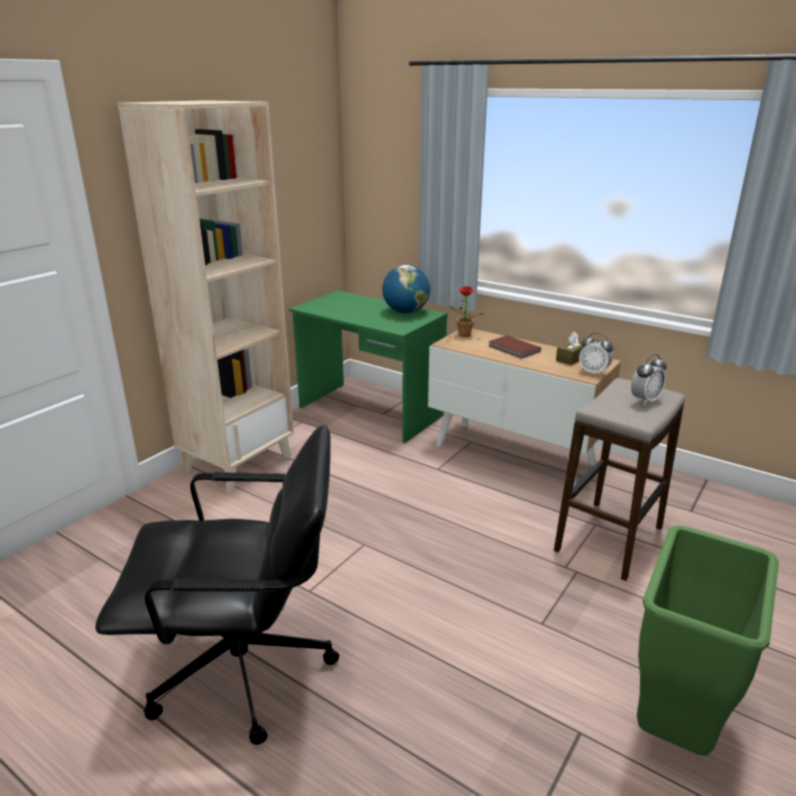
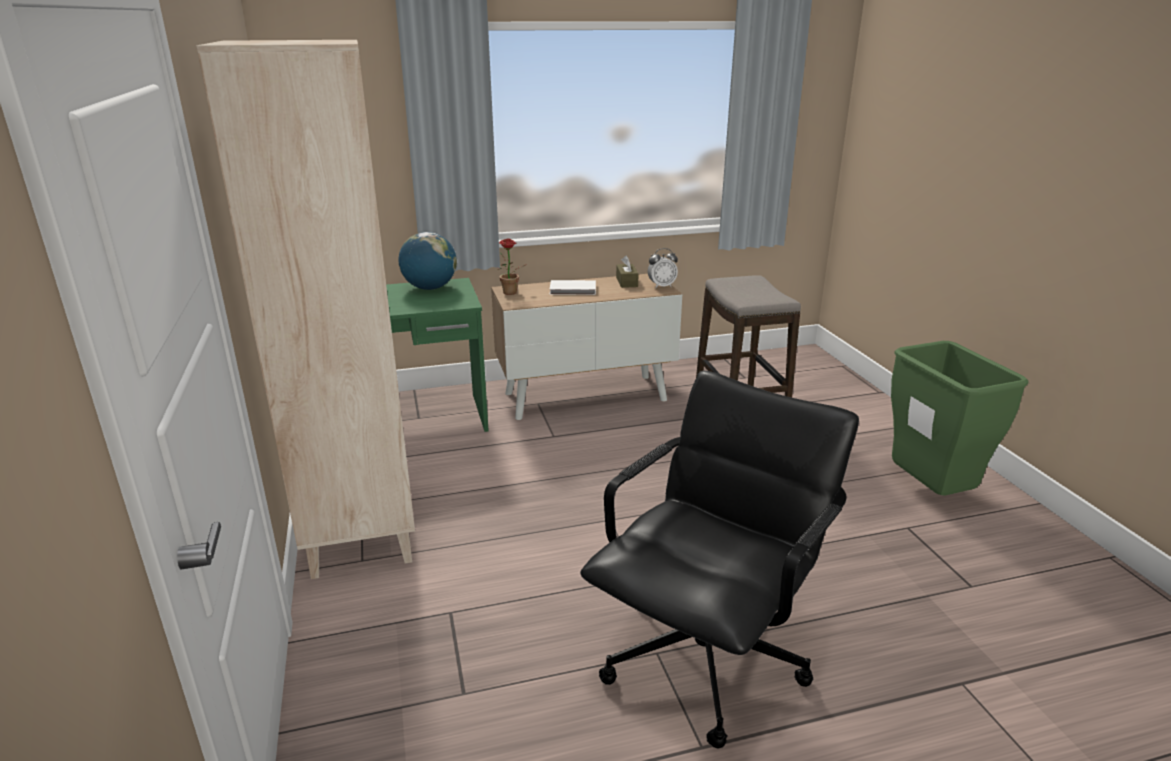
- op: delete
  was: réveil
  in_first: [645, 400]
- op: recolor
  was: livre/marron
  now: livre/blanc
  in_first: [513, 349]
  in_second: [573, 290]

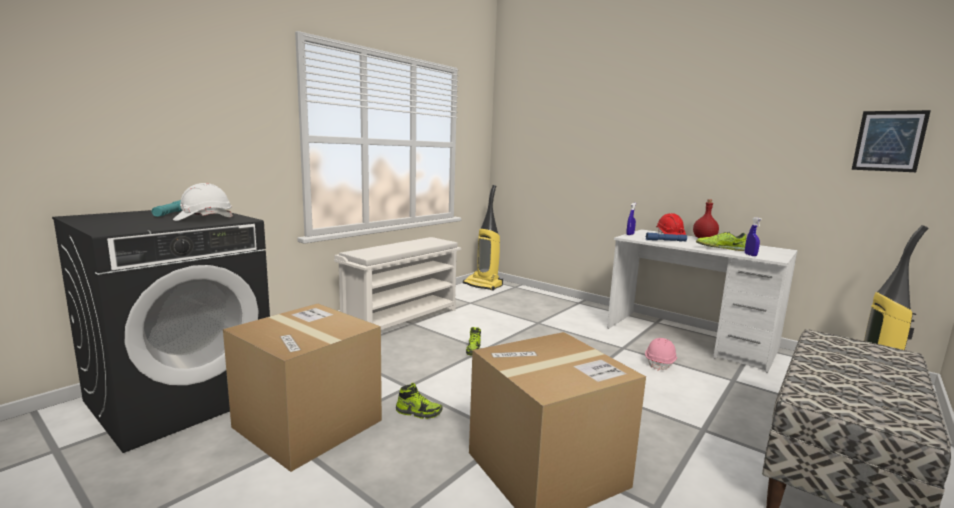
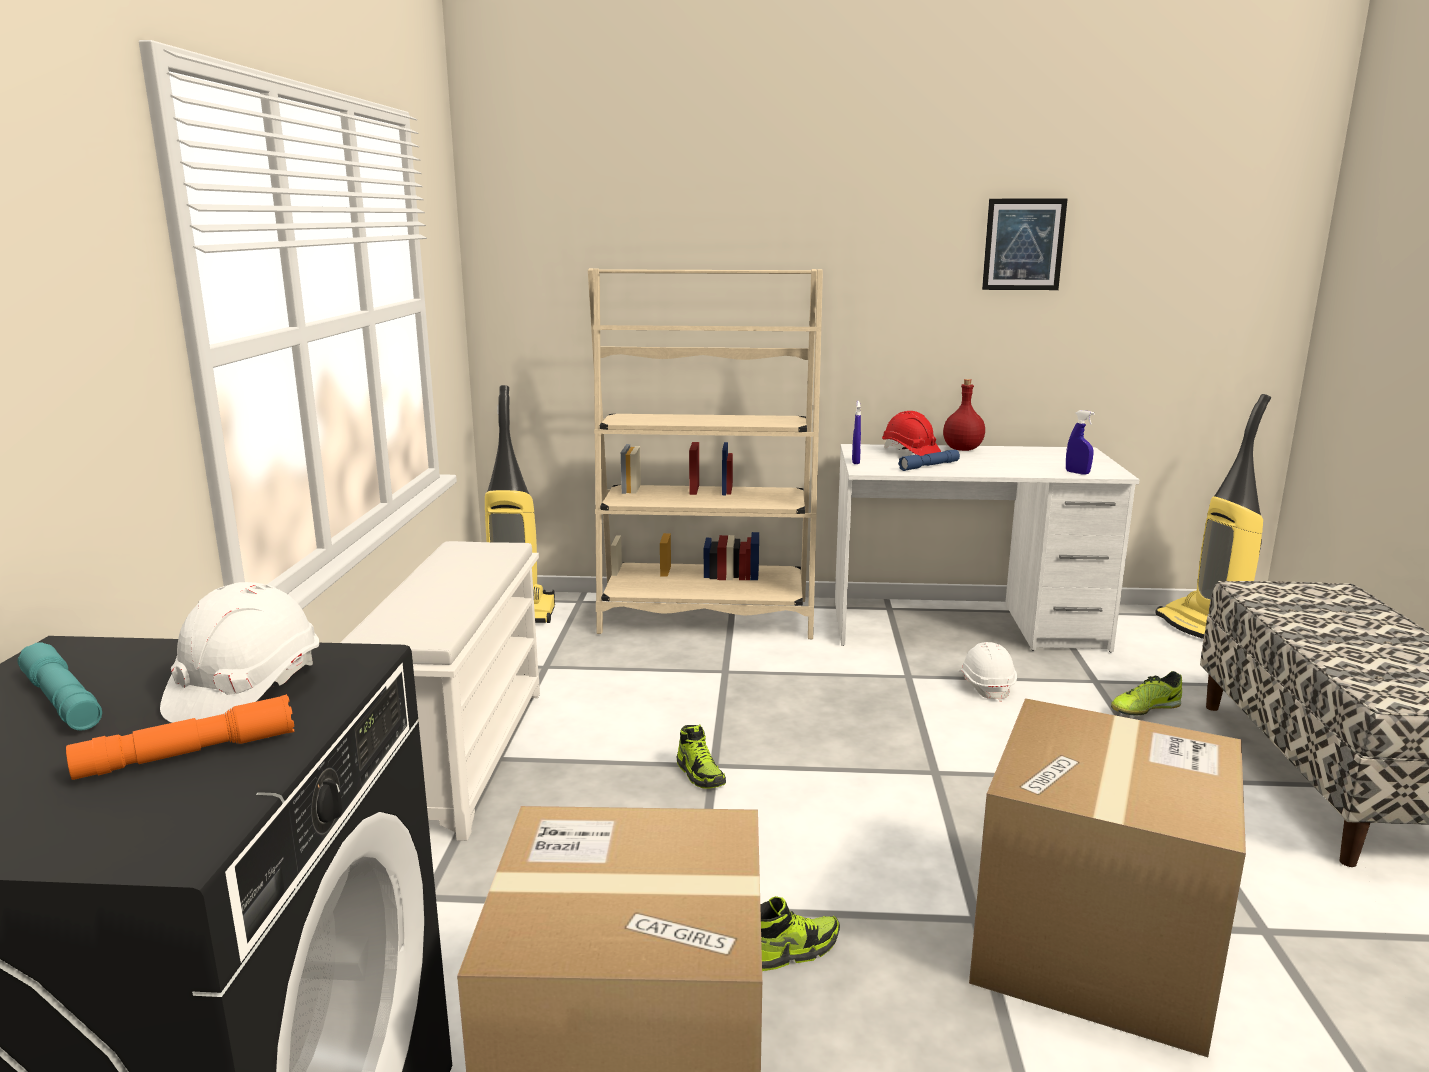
- op: insert
  now: lampe de poche/orange
  in_second: [188, 754]
- op: insert
  now: bibliothèque/beige
  in_second: [705, 616]
- op: move
  was: chaussure
  in_first: [720, 248]
  in_second: [1144, 709]
- op: move
  was: tableau
  in_first: [889, 141]
  in_second: [1023, 244]
- op: recolor
  was: casque de chantier/rose
  now: casque de chantier/blanc
  in_first: [660, 363]
  in_second: [986, 685]

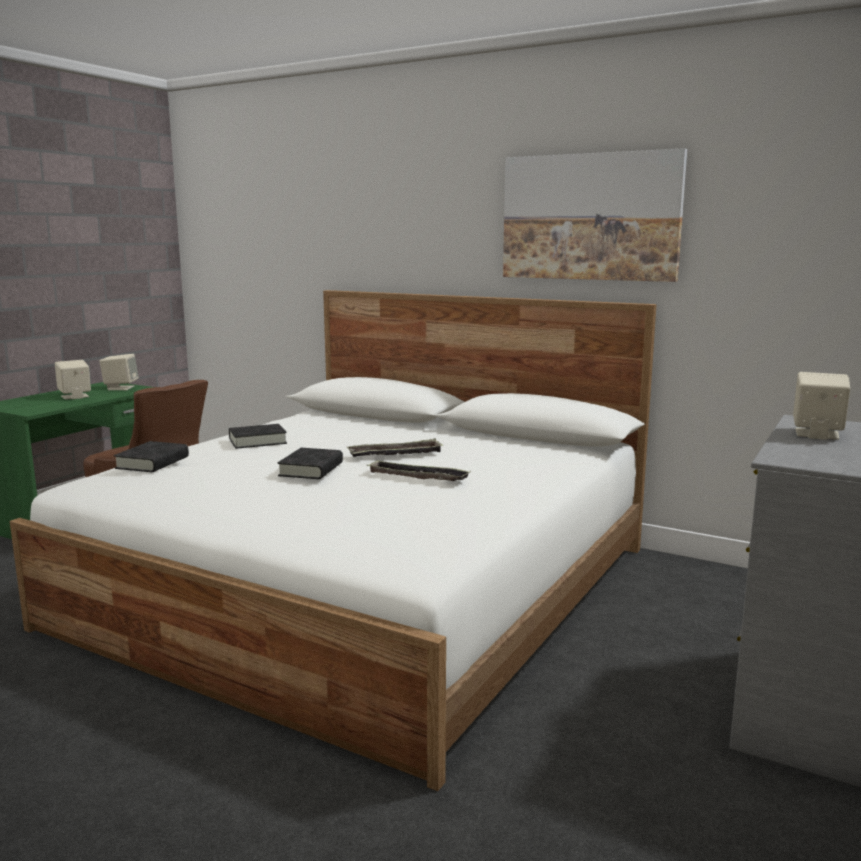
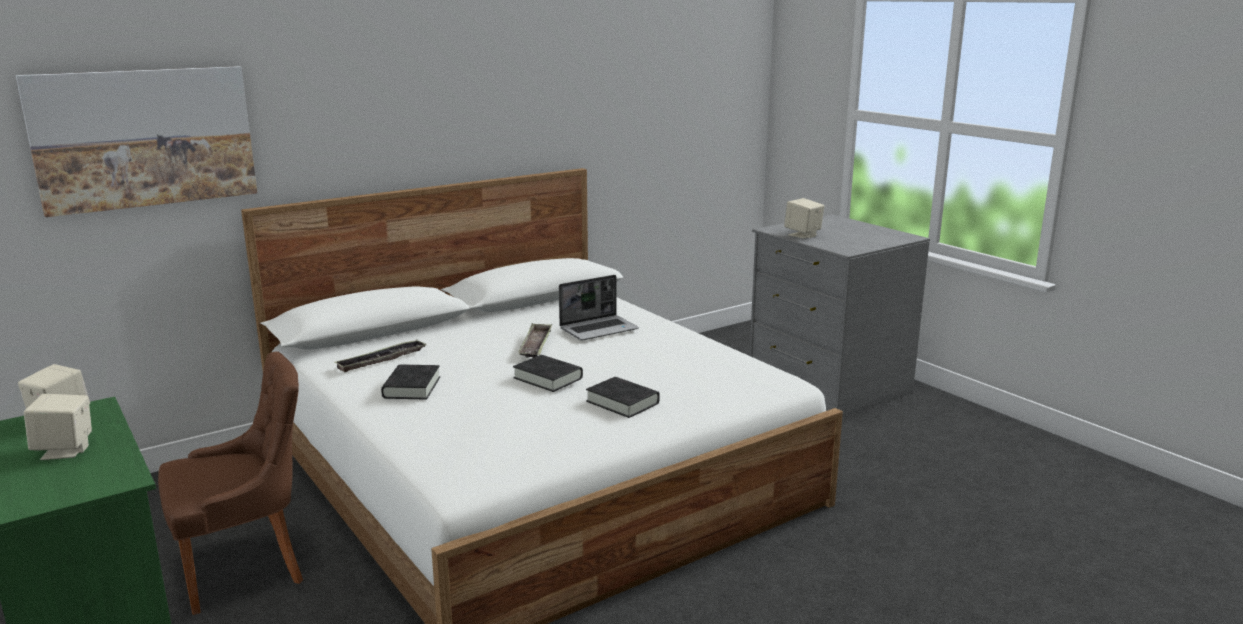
- op: insert
  now: ordinateur portable
  in_second: [599, 329]
- op: move
  was: livre/noir
  in_first: [152, 463]
  in_second: [622, 402]
- op: move
  was: plateau
  in_first: [417, 476]
  in_second: [381, 360]
- op: move
  was: tableau
  in_first: [590, 217]
  in_second: [144, 138]

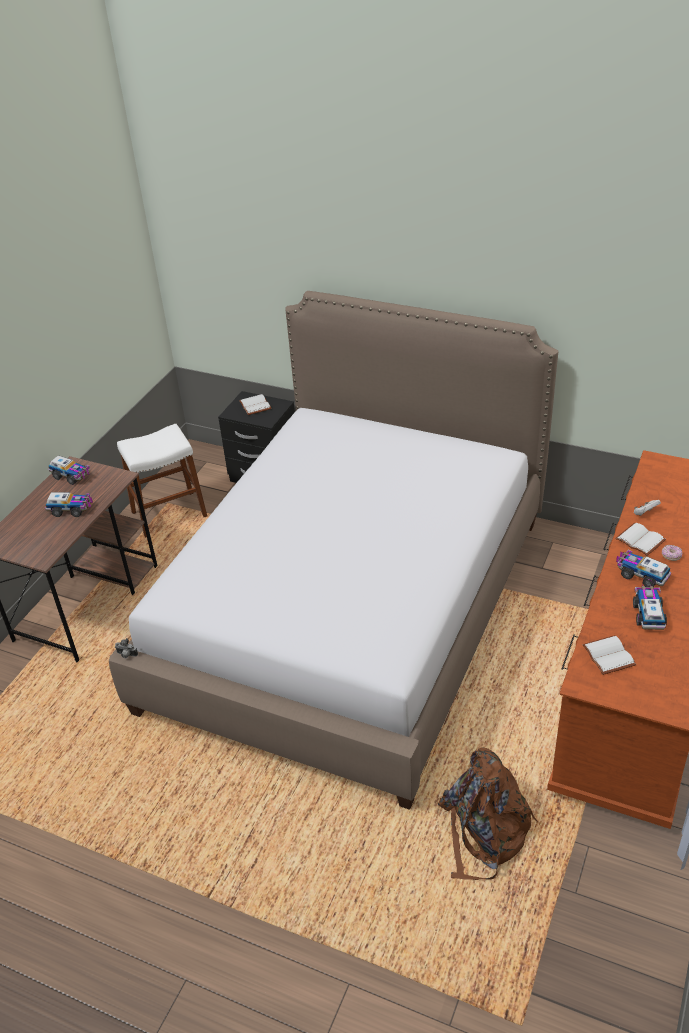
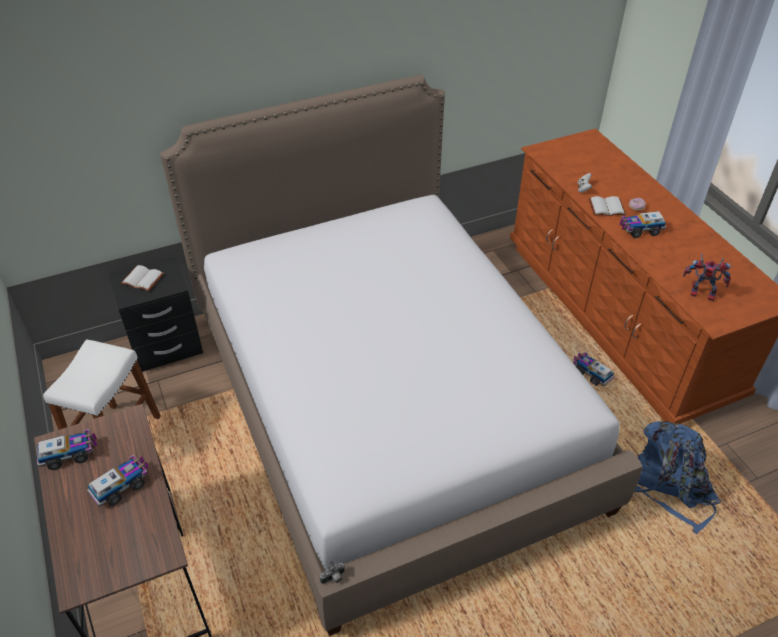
- op: move
  was: camion jouet
  in_first: [648, 614]
  in_second: [591, 373]
- op: replace
  was: livre/blanc
  now: robot jouet
  in_first: [607, 655]
  in_second: [700, 294]
- op: recolor
  was: sac à dos/marron
  now: sac à dos/bleu
  in_first: [483, 831]
  in_second: [670, 487]

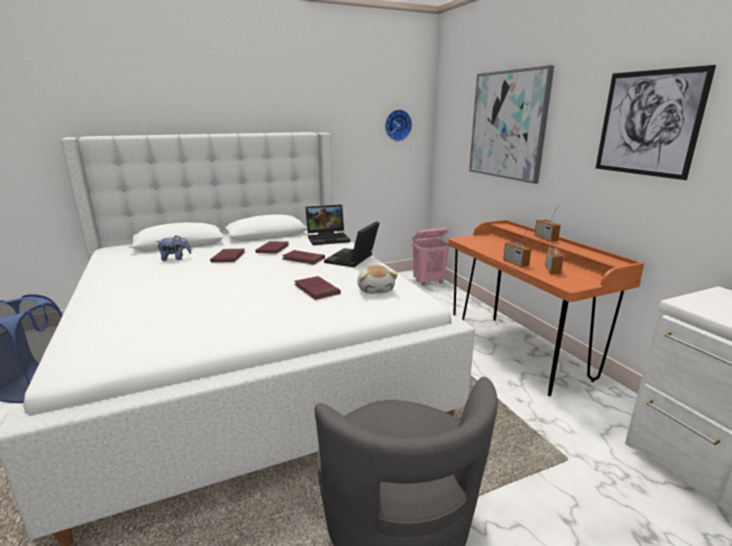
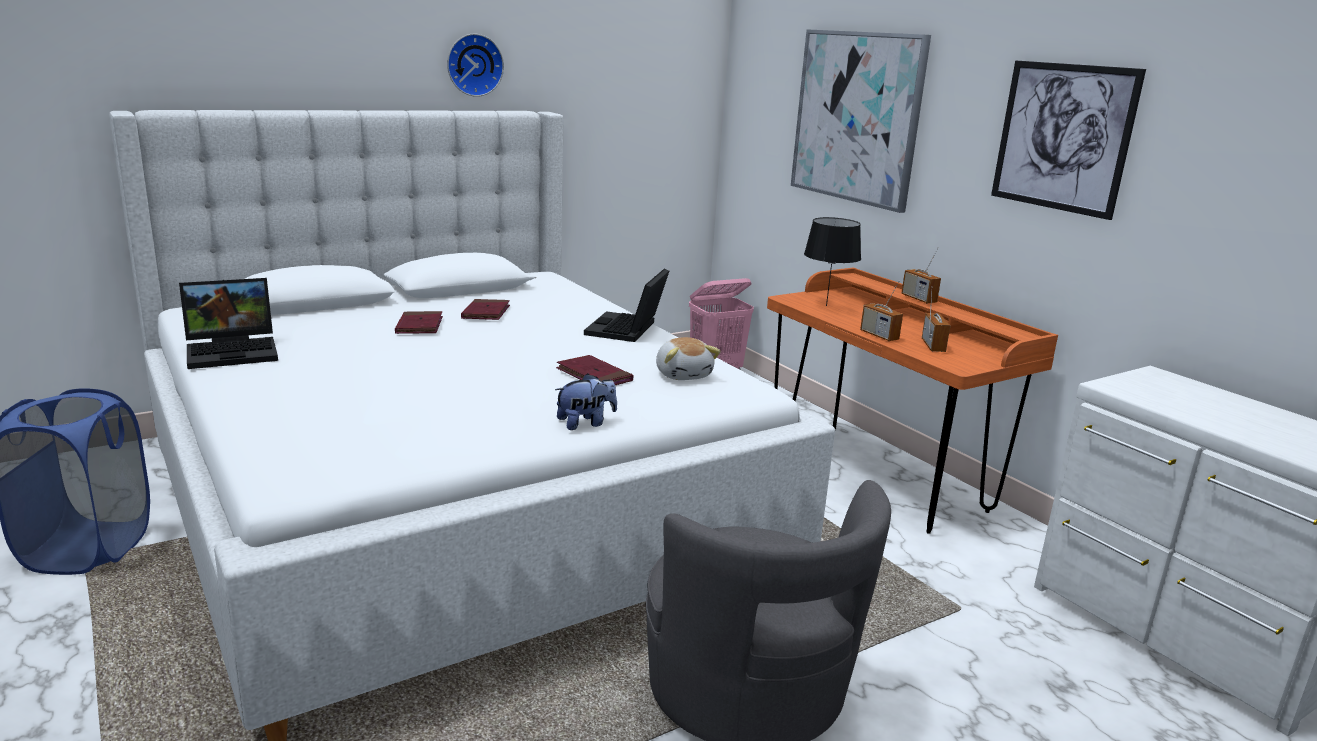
- op: delete
  was: livre/rouge
  in_first: [303, 259]
- op: insert
  now: lampe de table/noir
  in_second: [825, 305]
- op: move
  was: peluche
  in_first: [175, 258]
  in_second: [585, 423]
- op: move
  was: ordinateur portable
  in_first: [329, 238]
  in_second: [234, 351]
- op: move
  was: horloge murale
  in_first: [397, 125]
  in_second: [473, 65]

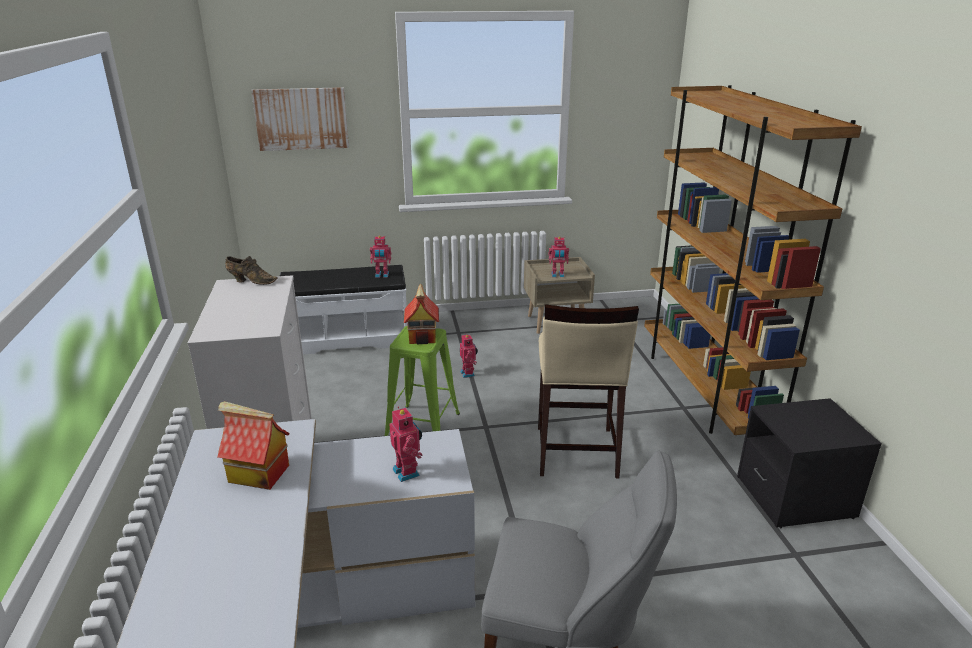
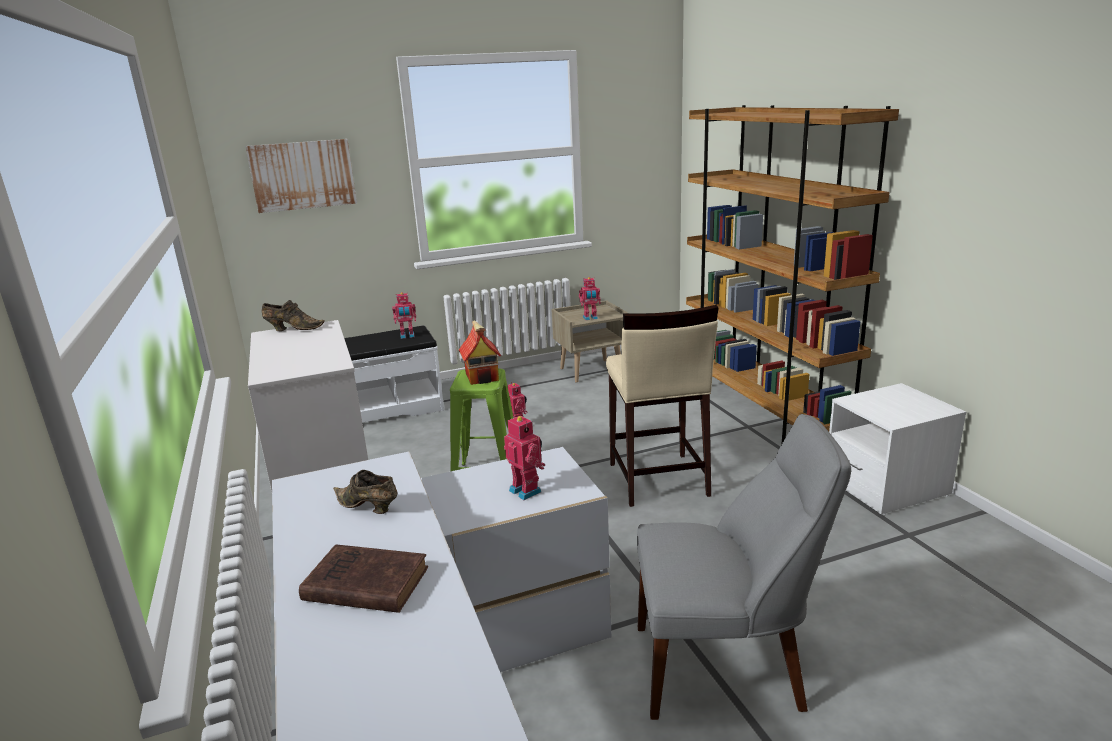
- op: insert
  now: livre/marron
  in_second: [363, 584]
- op: replace
  was: maison miniature
  now: chaussure/marron
  in_first: [257, 474]
  in_second: [368, 507]
- op: recolor
  was: table de chevet/noir
  now: table de chevet/blanc
  in_first: [795, 497]
  in_second: [886, 486]

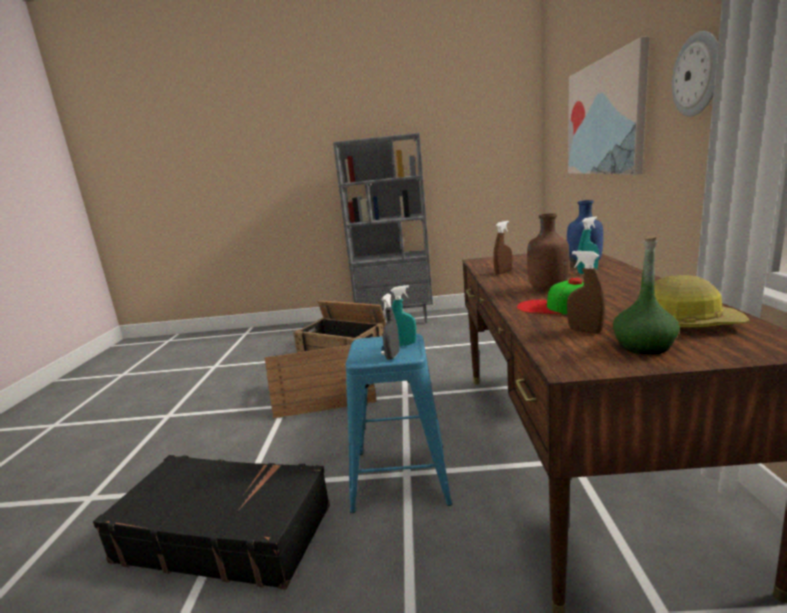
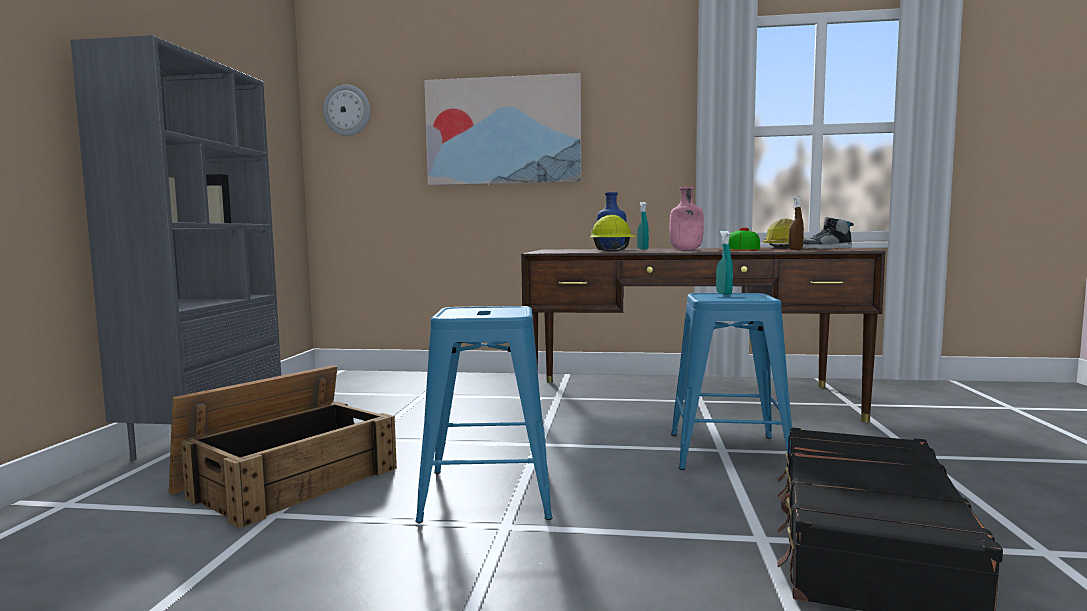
- op: delete
  was: vaporisateur/gris
  in_first: [392, 356]
- op: move
  was: horloge murale
  in_first: [697, 75]
  in_second: [347, 110]
- op: replace
  was: caisse
  now: tabouret/bleu
  in_first: [324, 394]
  in_second: [487, 493]
- op: replace
  was: vaporisateur/marron
  now: casque de chantier/jaune
  in_first: [503, 272]
  in_second: [613, 251]
- op: replace
  was: bouteille/vert
  now: chaussure
  in_first: [643, 346]
  in_second: [823, 248]
- op: recolor
  was: bouteille/marron
  now: bouteille/rose
  in_first: [547, 288]
  in_second: [686, 250]

